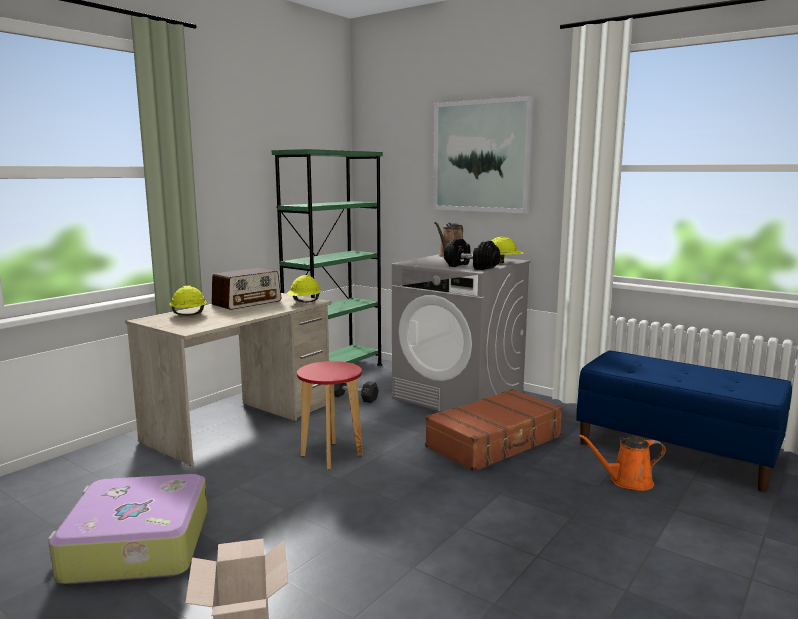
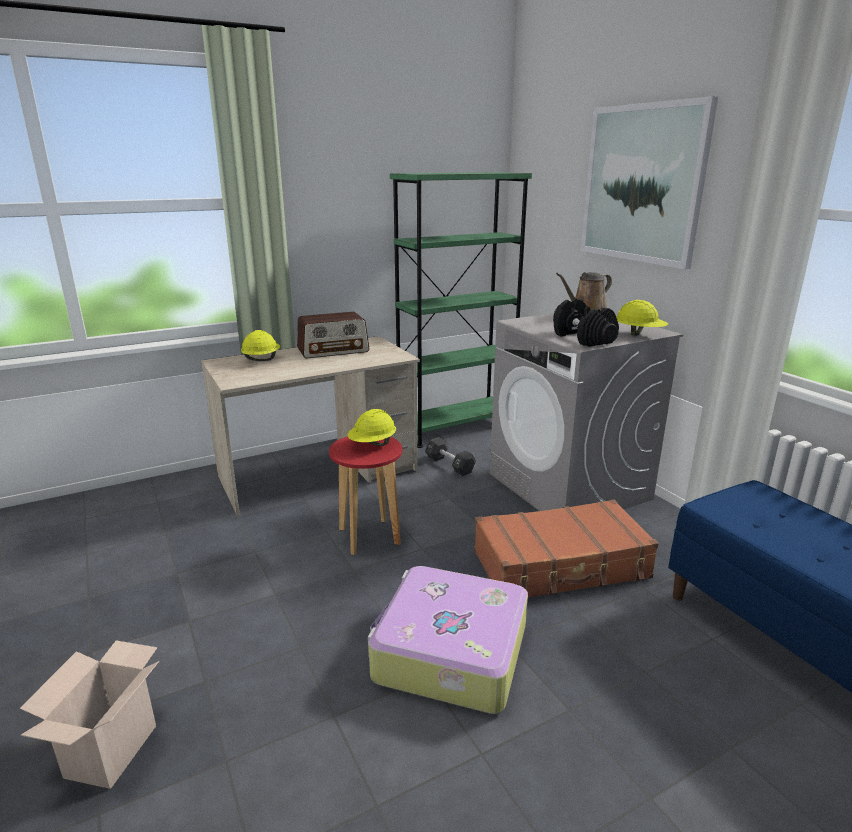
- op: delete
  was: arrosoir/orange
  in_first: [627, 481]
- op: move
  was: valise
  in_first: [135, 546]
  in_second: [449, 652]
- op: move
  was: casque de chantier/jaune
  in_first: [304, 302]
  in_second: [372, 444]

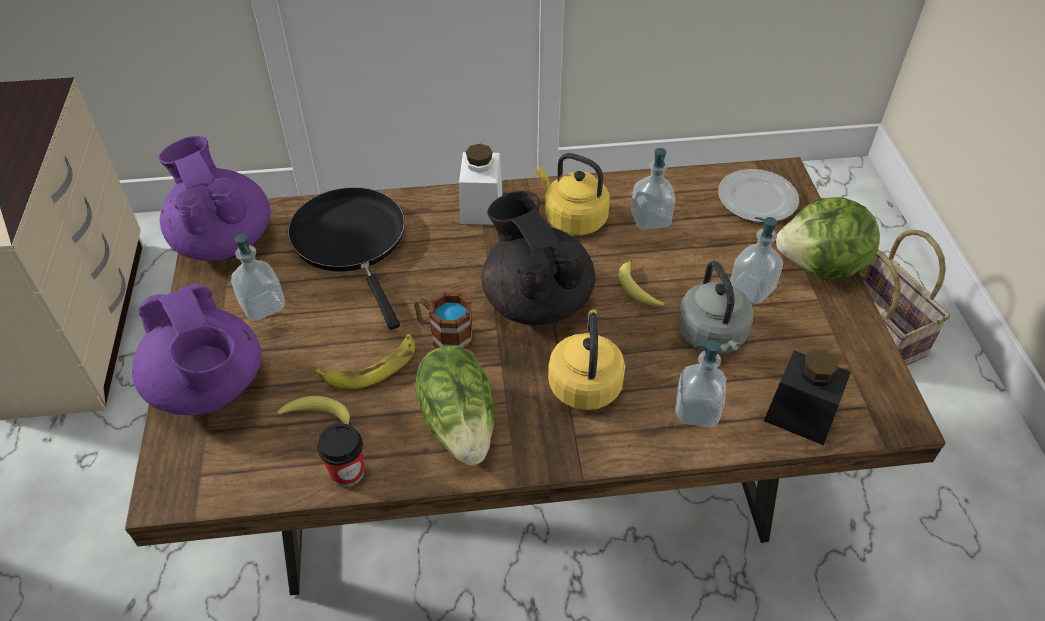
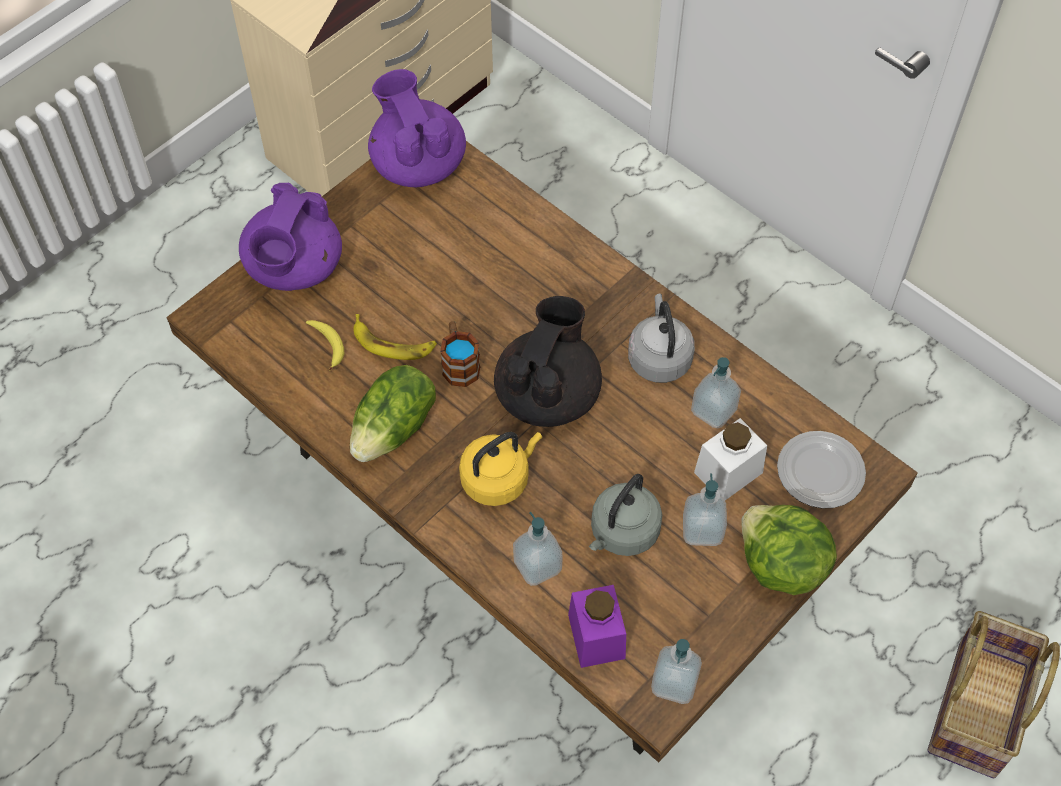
- op: delete
  was: poêle/noir
  in_first: [352, 242]
- op: delete
  was: tasse
  in_first: [347, 473]
- op: delete
  was: banane
  in_first: [637, 289]
- op: move
  was: distributeur de savon
  in_first: [263, 306]
  in_second: [674, 683]
- op: move
  was: bocal/blanc
  in_first: [481, 207]
  in_second: [728, 472]
- op: recolor
  was: bouilloire/jaune
  now: bouilloire/gris
  in_first: [572, 219]
  in_second: [659, 357]
- op: recolor
  was: bocal/noir
  now: bocal/violet
  in_first: [800, 415]
  in_second: [596, 636]
- op: rotate
  was: théière/violet
  in_first: [223, 240]
  in_second: [418, 164]
  clockwise: -45

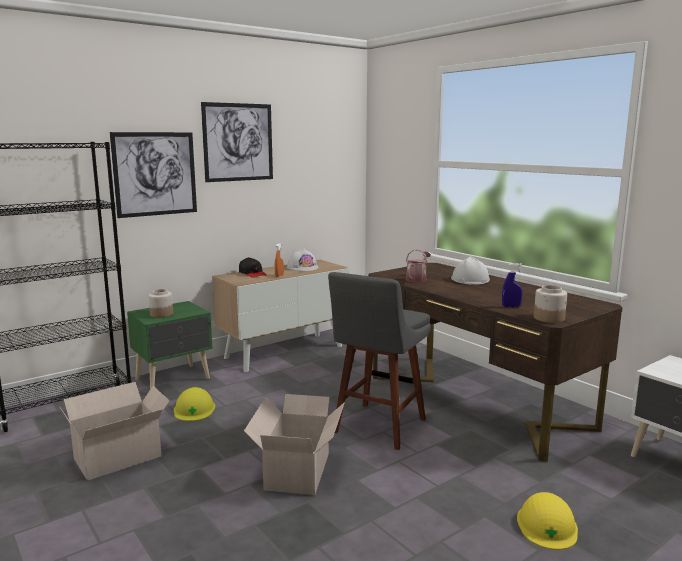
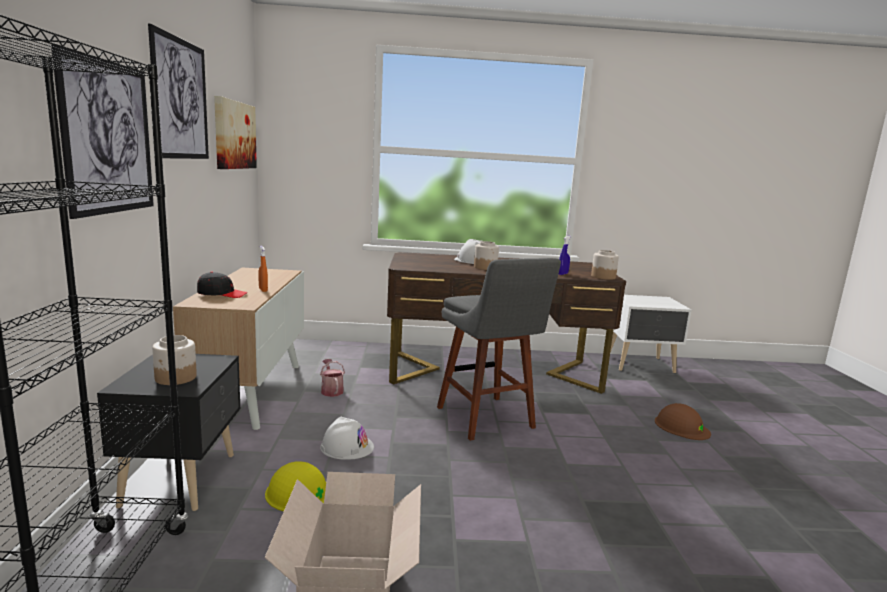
- op: delete
  was: carton
  in_first: [299, 470]
- op: insert
  now: tableau
  in_second: [234, 135]
- op: insert
  now: bocal
  in_second: [485, 267]
- op: move
  was: casque de chantier/blanc
  in_first: [302, 267]
  in_second: [347, 447]
- op: move
  was: arrosoir
  in_first: [417, 279]
  in_second: [331, 390]
- op: recolor
  was: table de chevet/vert
  now: table de chevet/noir
  in_first: [174, 379]
  in_second: [183, 478]
- op: recolor
  was: casque de chantier/jaune
  now: casque de chantier/marron
  in_first: [547, 525]
  in_second: [681, 427]

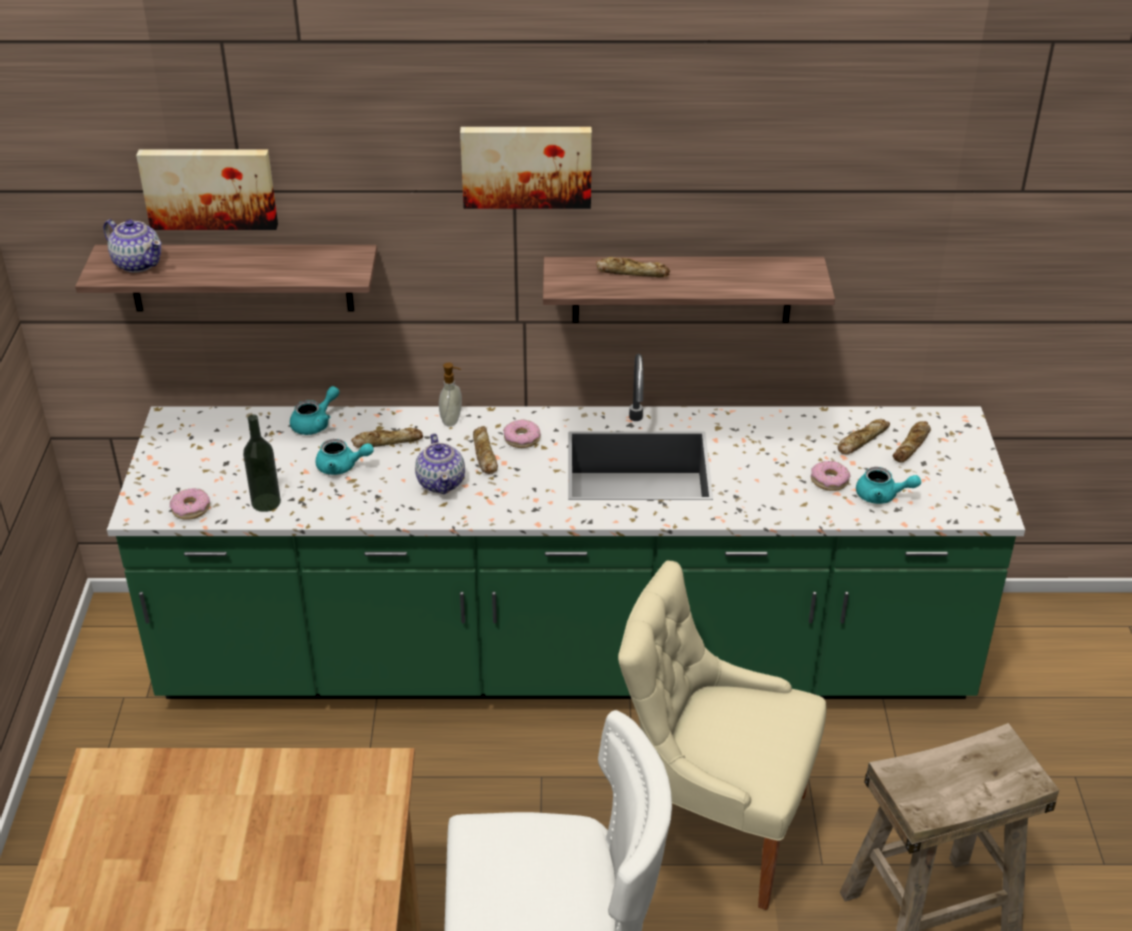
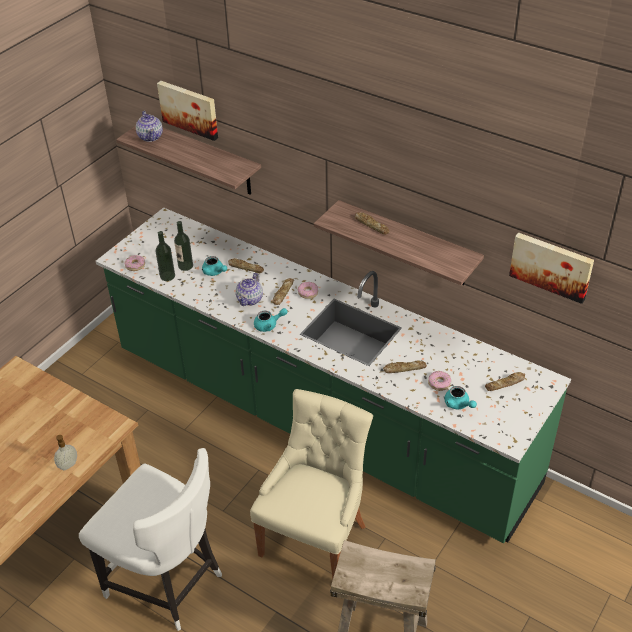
- op: insert
  now: bouteille
  in_second: [185, 266]
- op: move
  was: théière/turquoise
  in_first: [315, 423]
  in_second: [269, 325]
- op: move
  was: distributeur de savon
  in_first: [452, 420]
  in_second: [68, 465]
- op: move
  was: tableau
  in_first: [526, 165]
  in_second: [551, 266]
- op: move
  was: pain
  in_first: [862, 440]
  in_second: [404, 368]
- op: rotate
  was: chaise/beige
  in_first: [713, 827]
  in_second: [316, 537]
  clockwise: 60

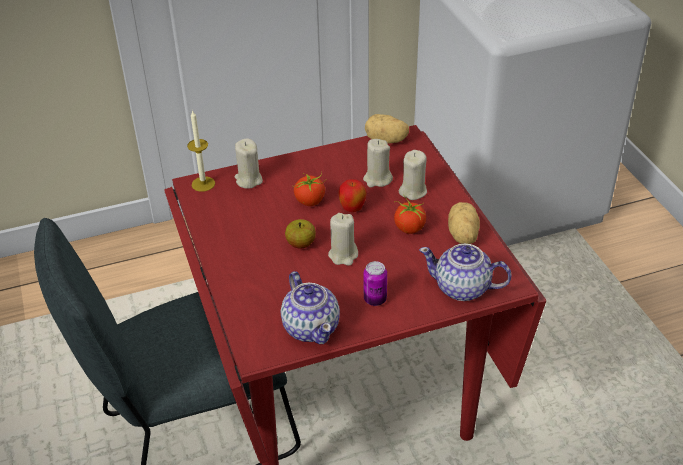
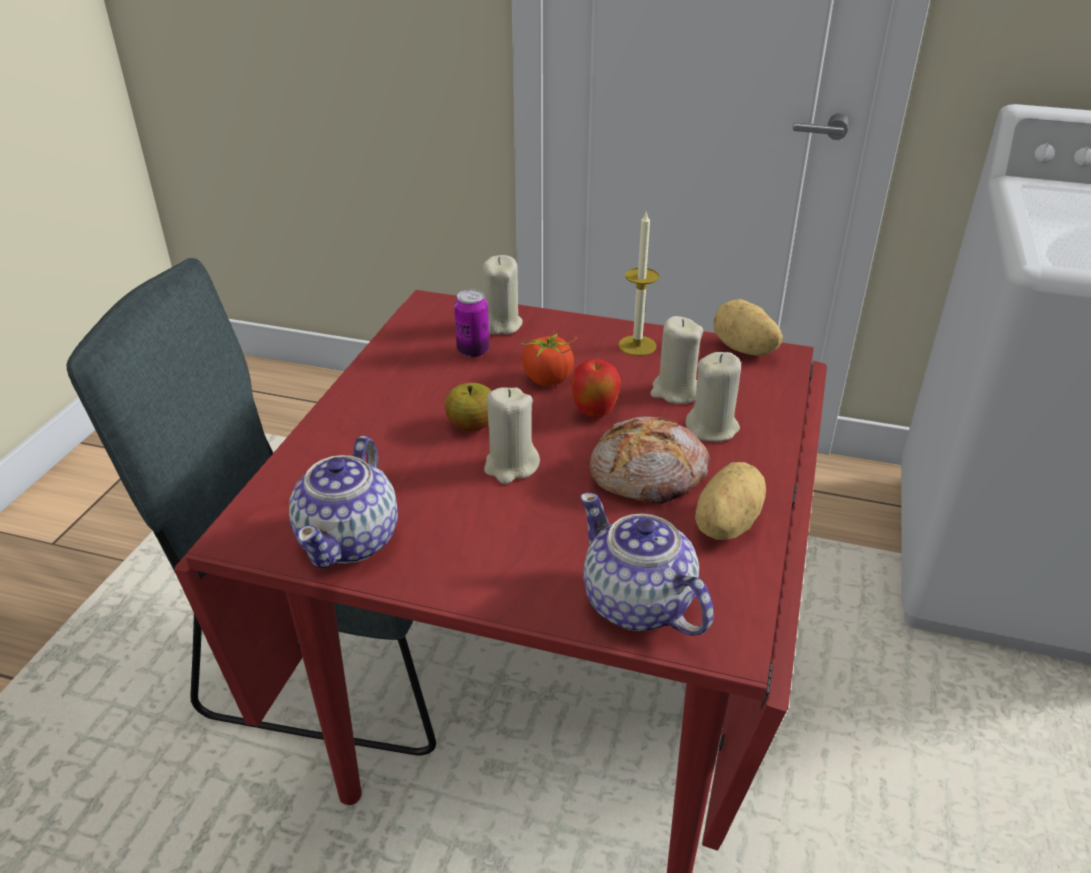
- op: move
  was: bougie
  in_first: [203, 184]
  in_second: [637, 345]
- op: move
  was: boîte métallique
  in_first: [375, 299]
  in_second: [473, 351]
- op: replace
  was: tomate
  now: pain
  in_first: [409, 228]
  in_second: [649, 475]

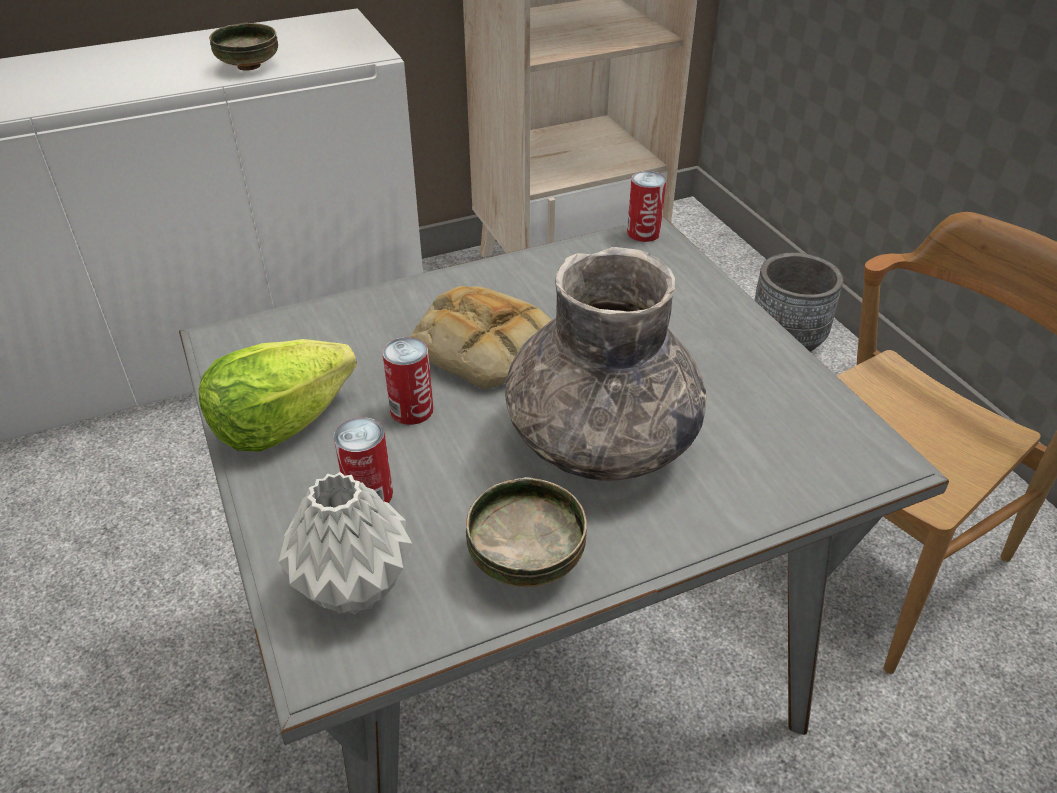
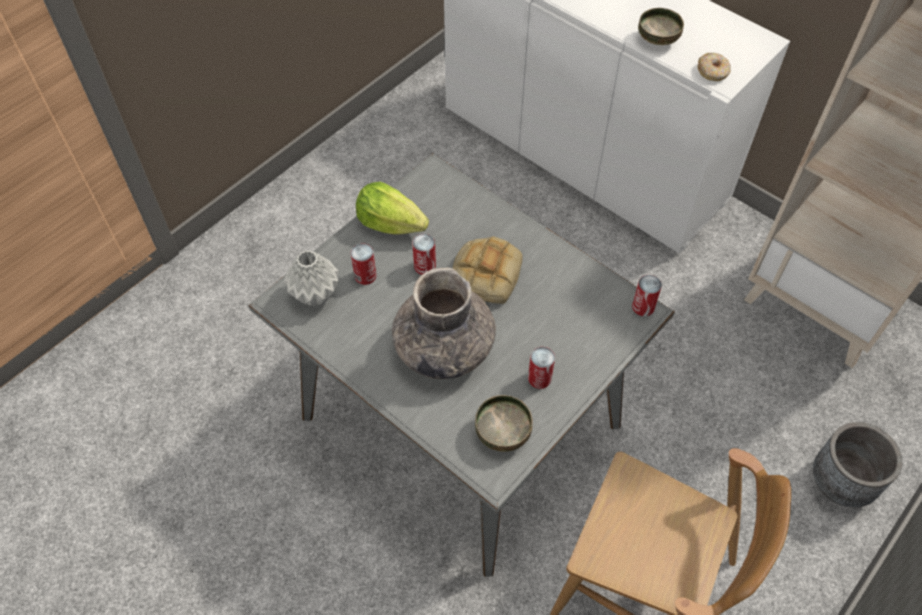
- op: insert
  now: boîte métallique
  in_second: [539, 378]
- op: insert
  now: beignet
  in_second: [713, 72]
- op: move
  was: bol
  in_first: [525, 558]
  in_second: [503, 432]

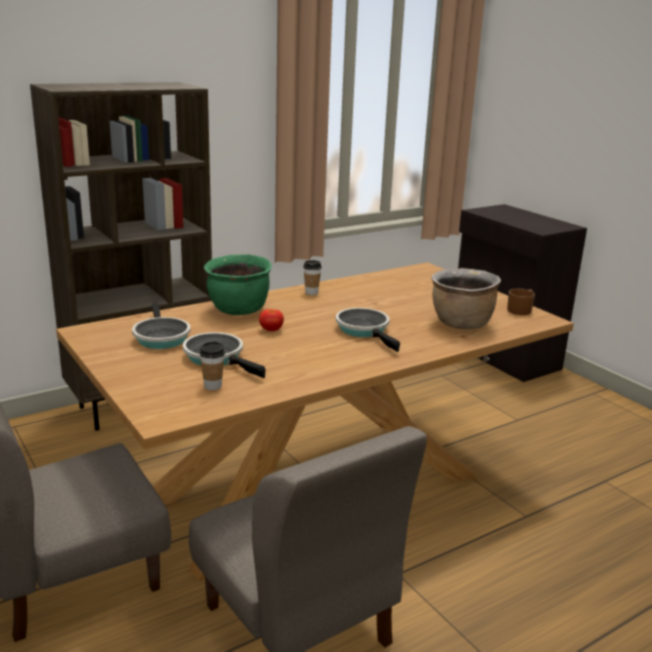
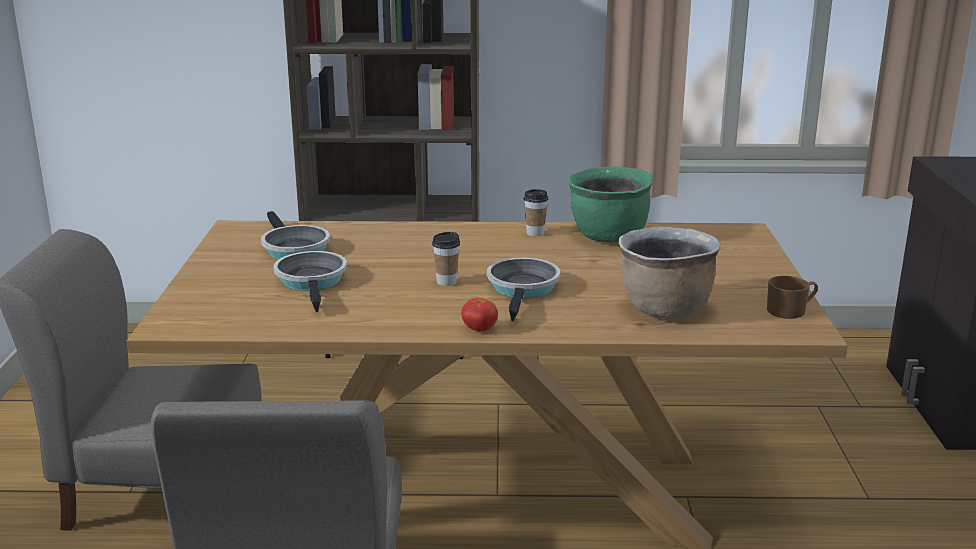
- op: move
  was: tasse
  in_first: [212, 386]
  in_second: [446, 282]
- op: move
  was: marmite/vert
  in_first: [238, 310]
  in_second: [608, 237]
- op: move
  was: tomate
  in_first: [271, 330]
  in_second: [479, 329]
- op: rotate
  was: poêle
  in_first: [160, 337]
  in_second: [293, 248]
  clockwise: -45

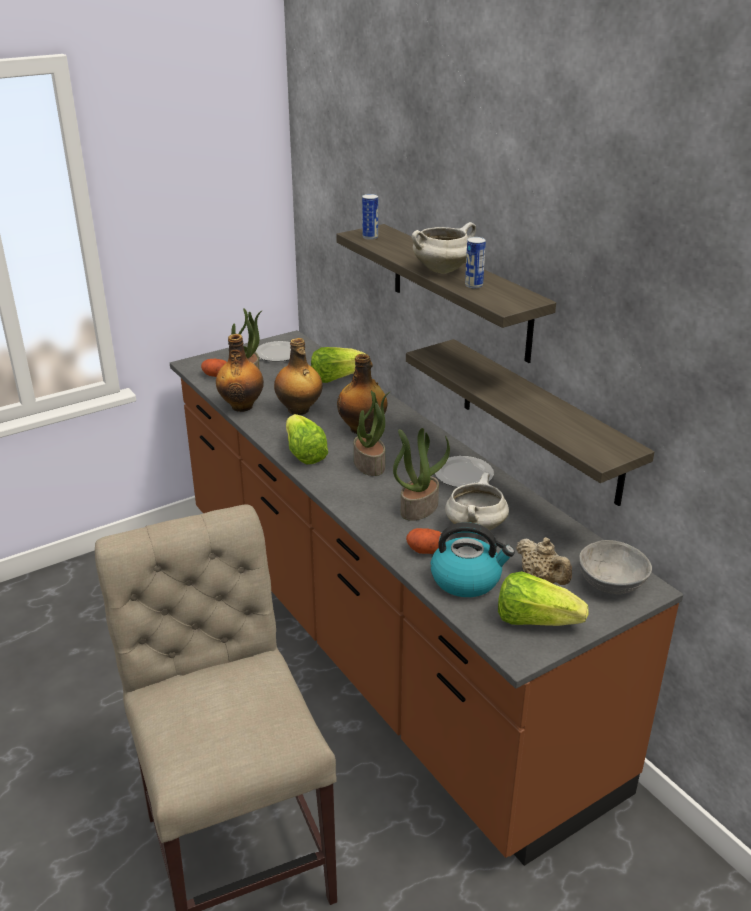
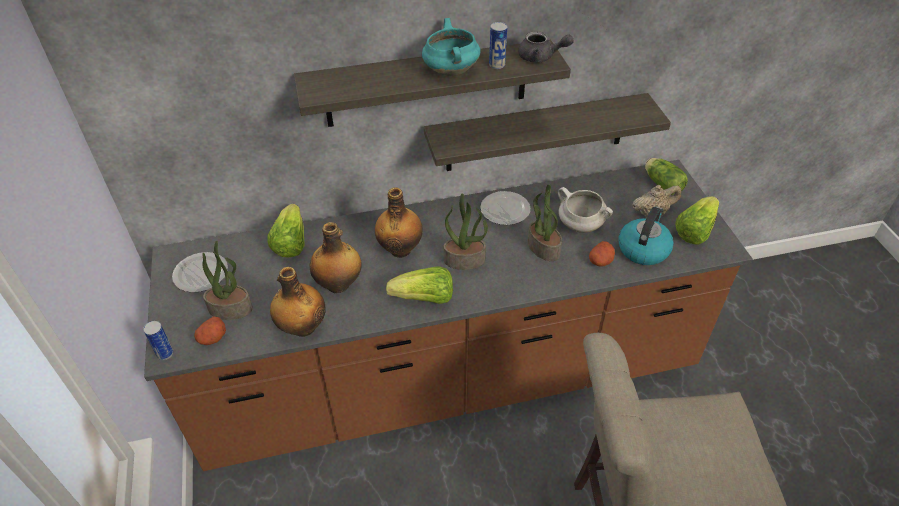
- op: insert
  now: théière/gris
  in_second: [541, 57]
- op: move
  was: boîte métallique
  in_first: [370, 237]
  in_second: [165, 354]
- op: replace
  was: bol/gris
  now: laitue
  in_first: [610, 582]
  in_second: [661, 184]
- op: recolor
  was: marmite/blanc
  now: marmite/turquoise
  in_first: [442, 270]
  in_second: [450, 71]

